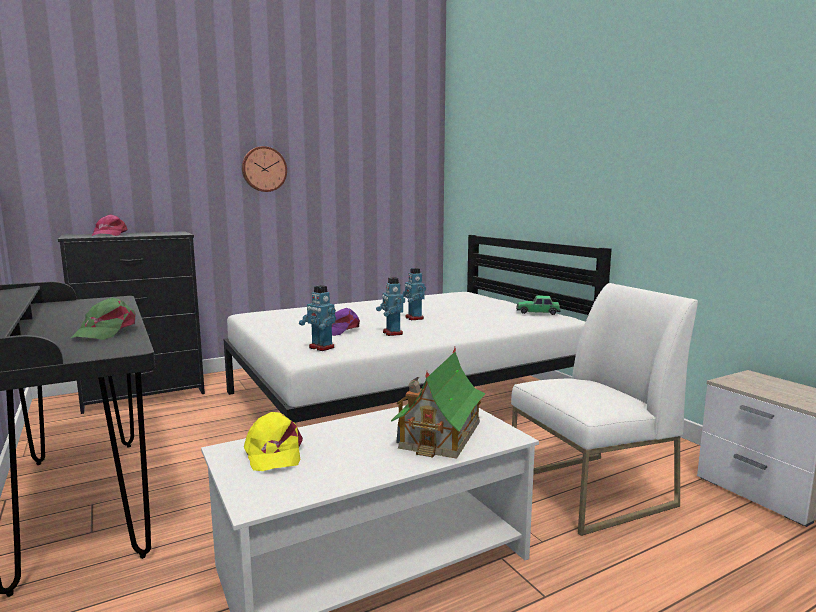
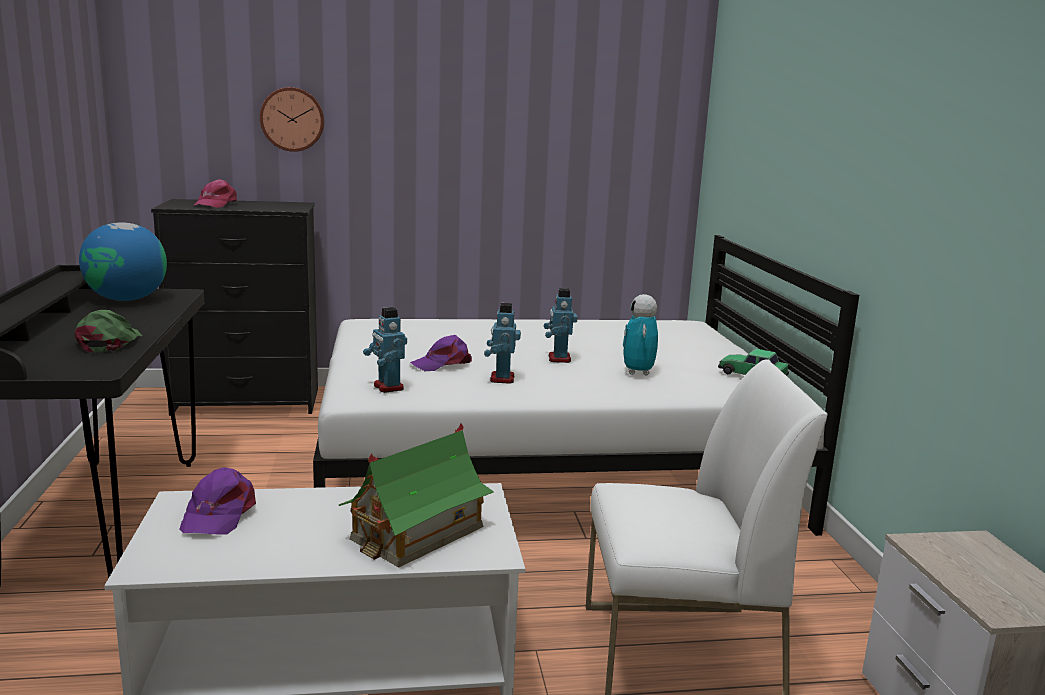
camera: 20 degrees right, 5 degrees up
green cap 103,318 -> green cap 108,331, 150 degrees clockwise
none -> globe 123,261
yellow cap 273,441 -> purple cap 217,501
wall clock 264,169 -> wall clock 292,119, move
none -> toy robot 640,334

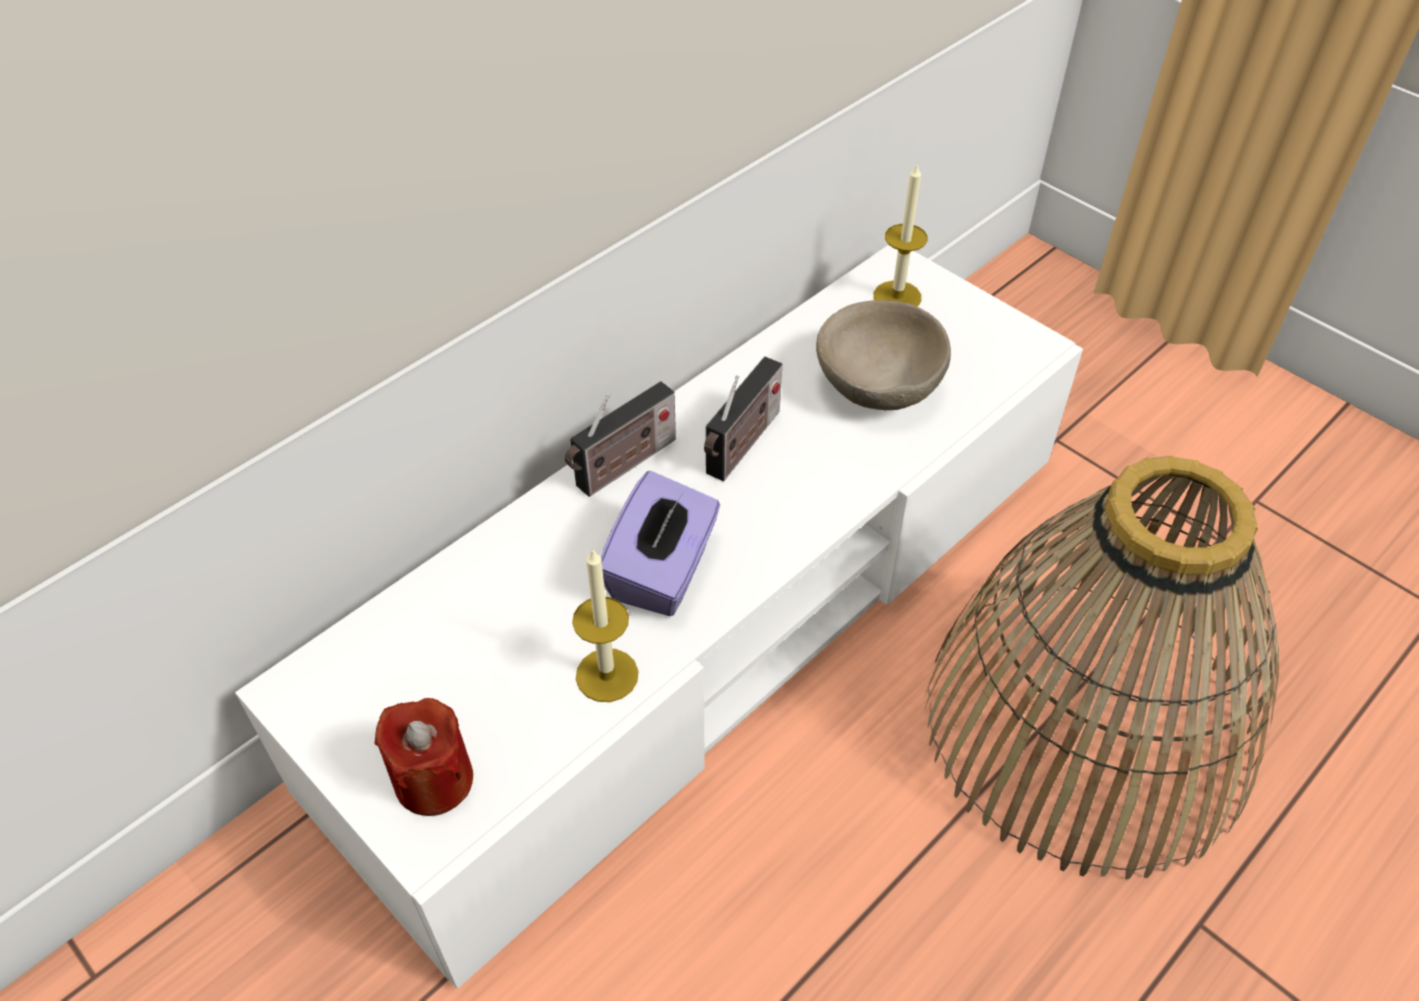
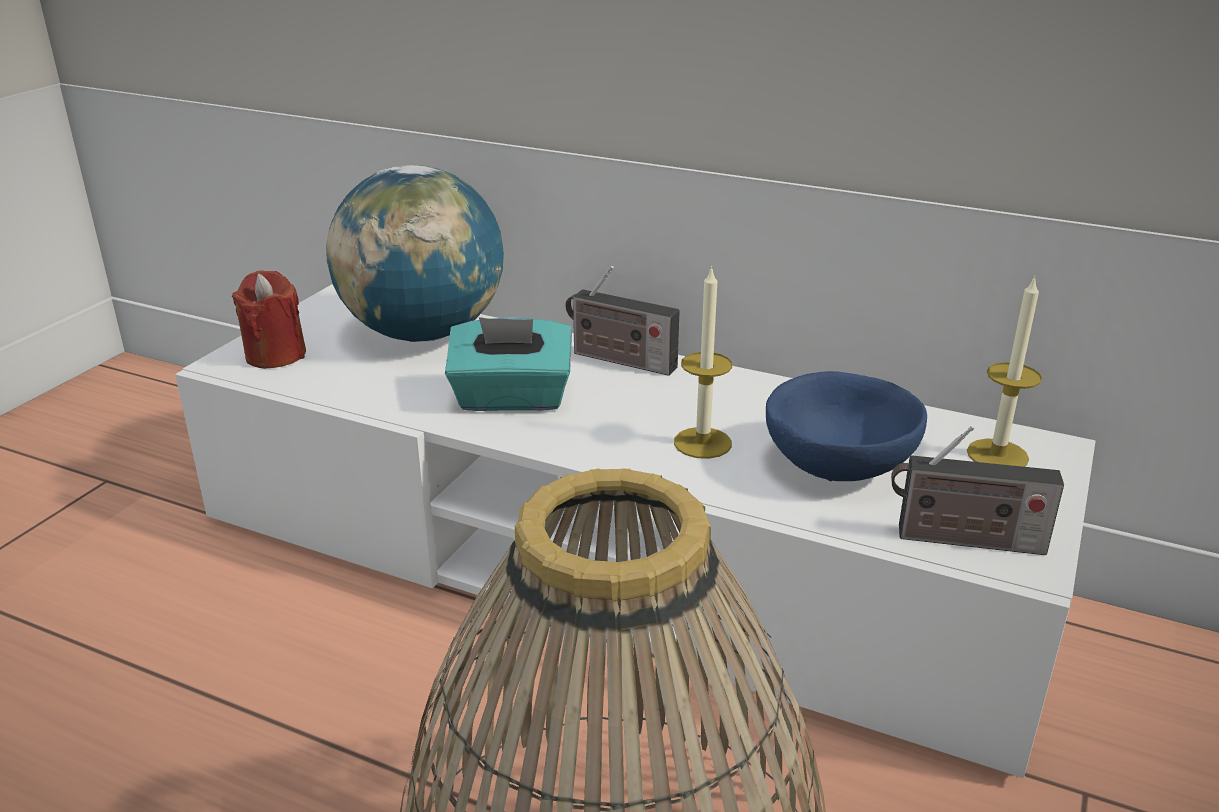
camera: 70 degrees right, 20 degrees down
none -> globe 415,253
purple tissue box 660,543 -> turquoise tissue box 508,364
candle 605,625 -> candle 703,362, move
beige bowl 883,355 -> blue bowl 846,426
radio 743,419 -> radio 977,490, move

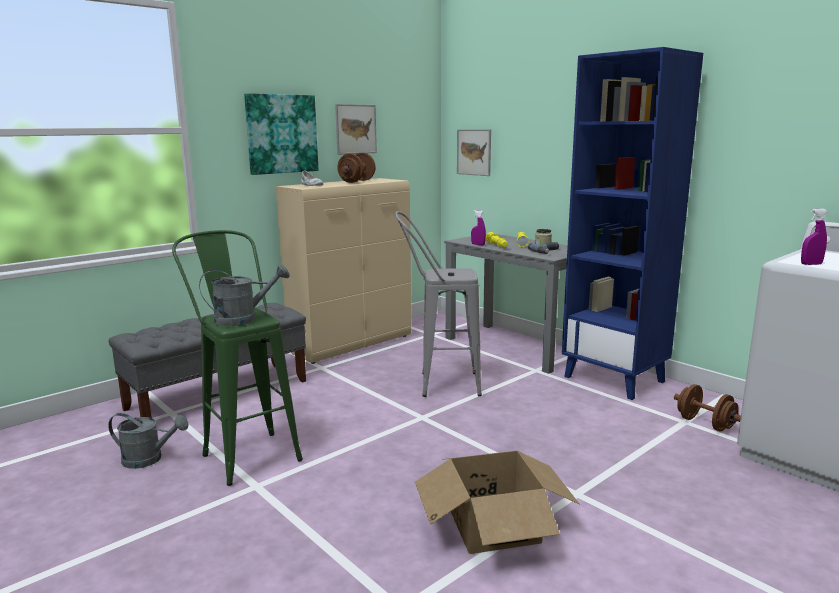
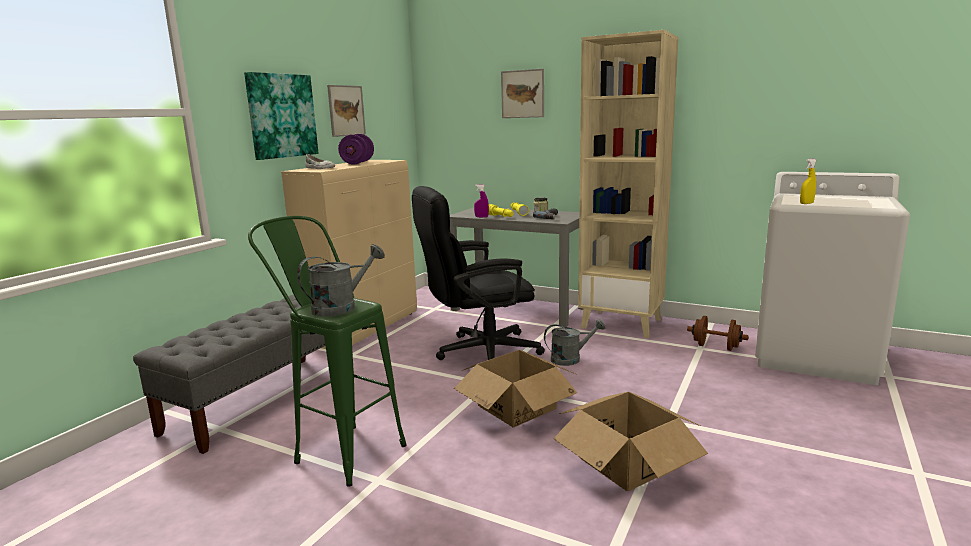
camera: 20 degrees left, 0 degrees up
brown dumbbell 356,168 -> purple dumbbell 356,149
grey stool 438,304 -> black office chair 478,273
none -> cardboard box 515,388
picture 474,152 -> picture 522,93, move
grey watering can 148,441 -> grey watering can 575,342, move
blue bookcase 632,223 -> beige bookcase 628,184
purple spray bottle 814,237 -> yellow spray bottle 808,181

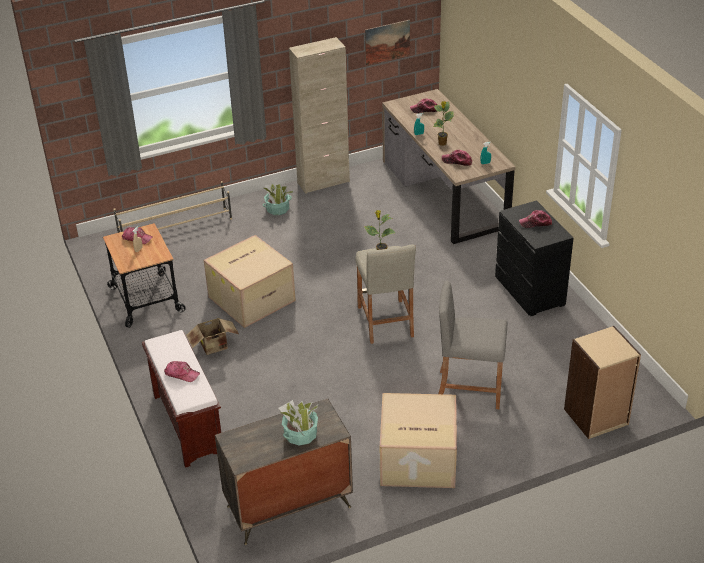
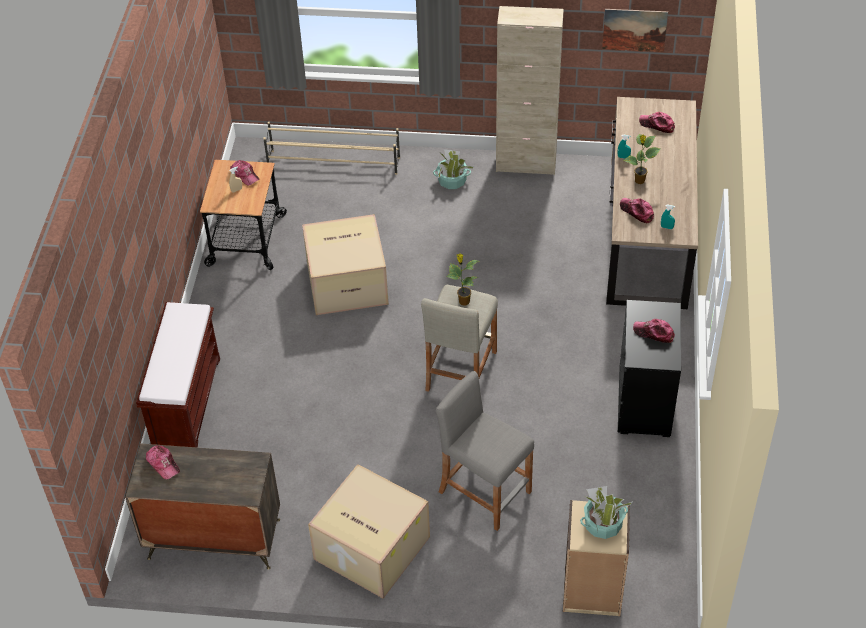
camera: 30 degrees right, 10 degrees up
cap 182,371 -> cap 163,462, move
potted plant 298,423 -> potted plant 606,512, move
cardboard box 212,336 -> none

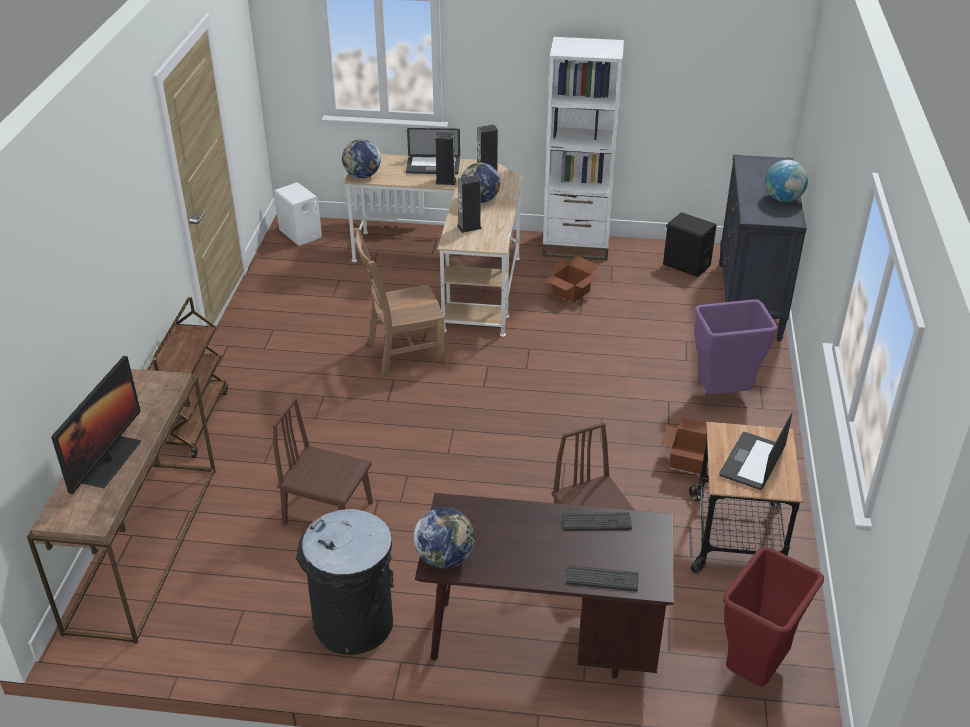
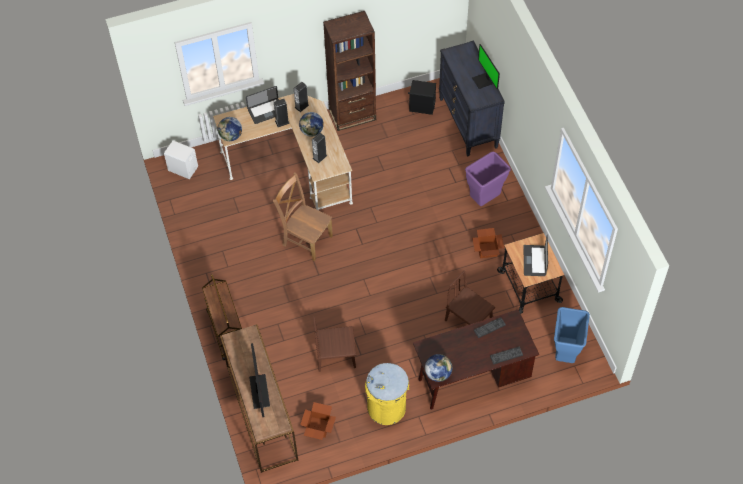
camera: 25 degrees left, 20 degrees up
brown chair 399,302 -> brown chair 303,216, 75 degrees clockwise
cardboard box 571,279 -> cardboard box 318,421, move
white bookcase 583,148 -> brown bookcase 349,71
black trash can 344,582 -> yellow trash can 387,394
globe 786,181 -> monitor 486,66
red trash can 773,617 -> blue trash can 572,335

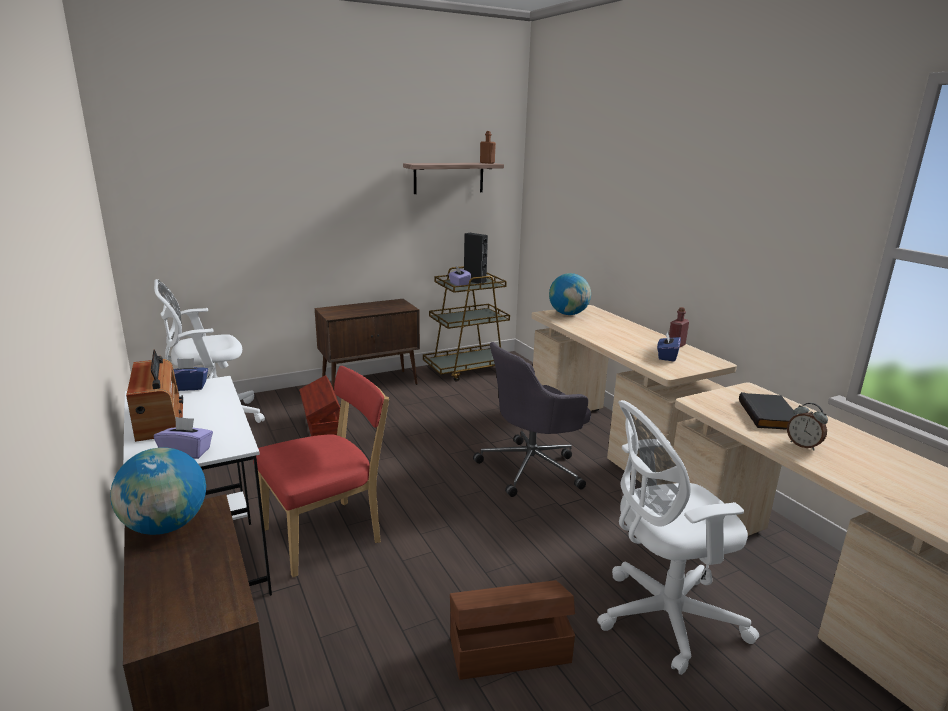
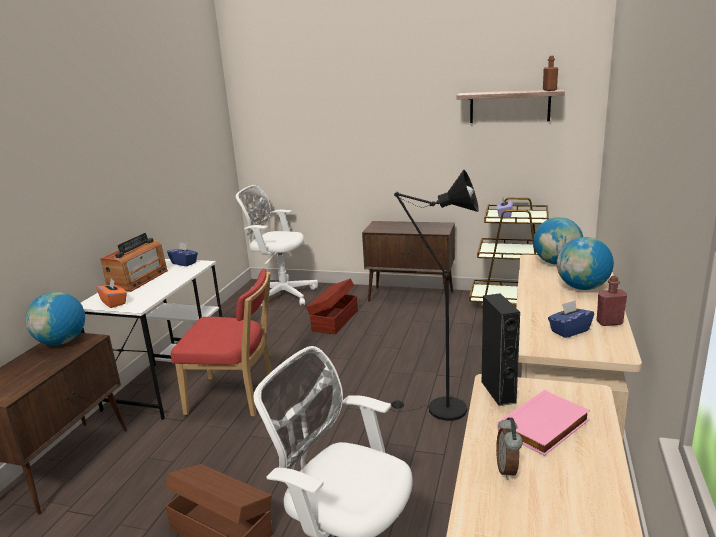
camera: 45 degrees right, 0 degrees up
purple tissue box 183,438 -> orange tissue box 111,293
grey office chair 532,419 -> black floor lamp 434,295
black speaker 476,258 -> black speaker 500,349, move
black book 768,411 -> pink book 543,423
none -> globe 585,263

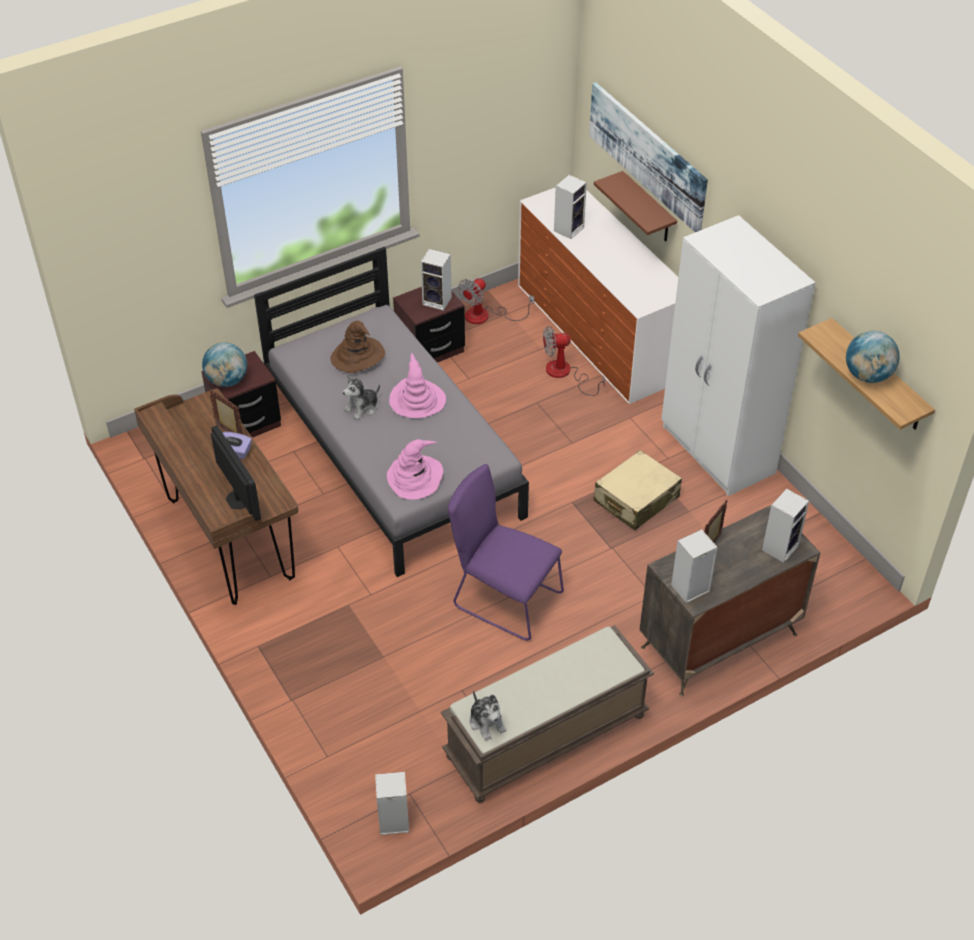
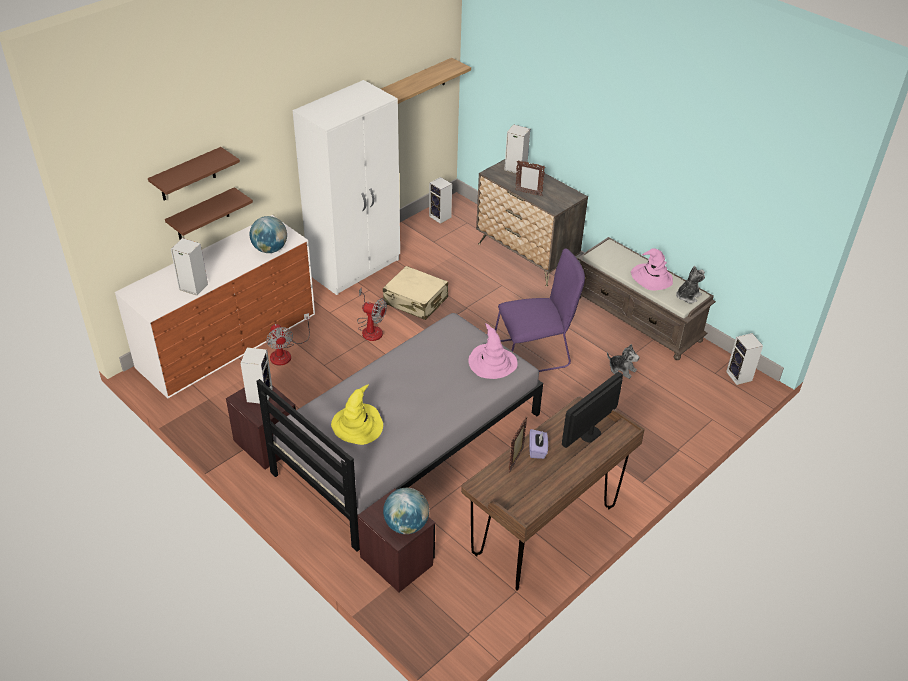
camera: 105 degrees left, 5 degrees down
picture 648,157 -> brown shelf 194,174
globe 873,357 -> globe 268,234, move
brown hat 357,347 -> yellow hat 357,414
fan 496,301 -> fan 372,314, move
speaker 694,566 -> speaker 440,200, move
purple chair 506,552 -> purple chair 540,310, 120 degrees counterclockwise
plush toy 361,397 -> plush toy 623,361, move
pink hat 417,385 -> pink hat 652,269, move

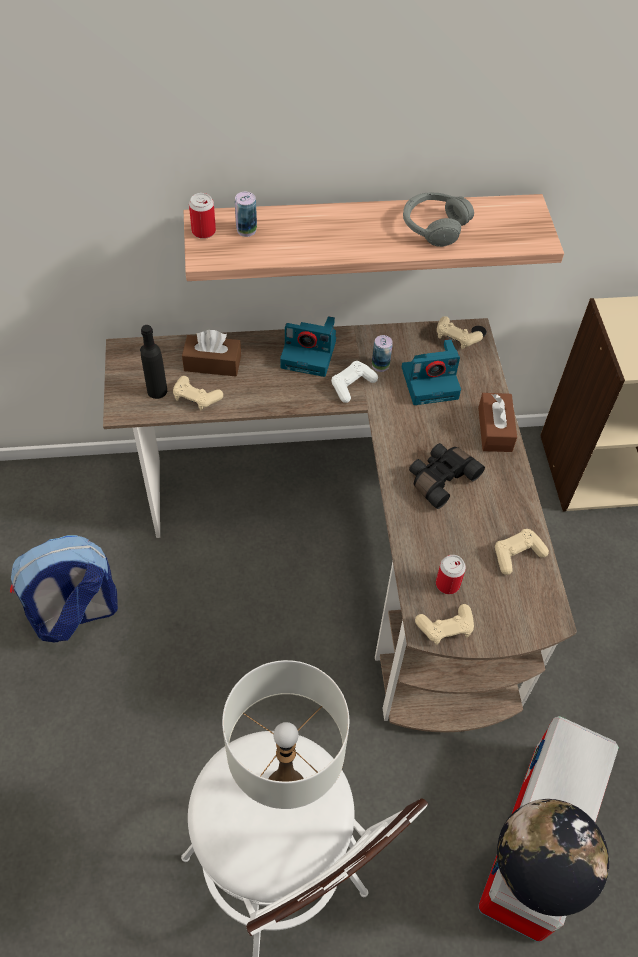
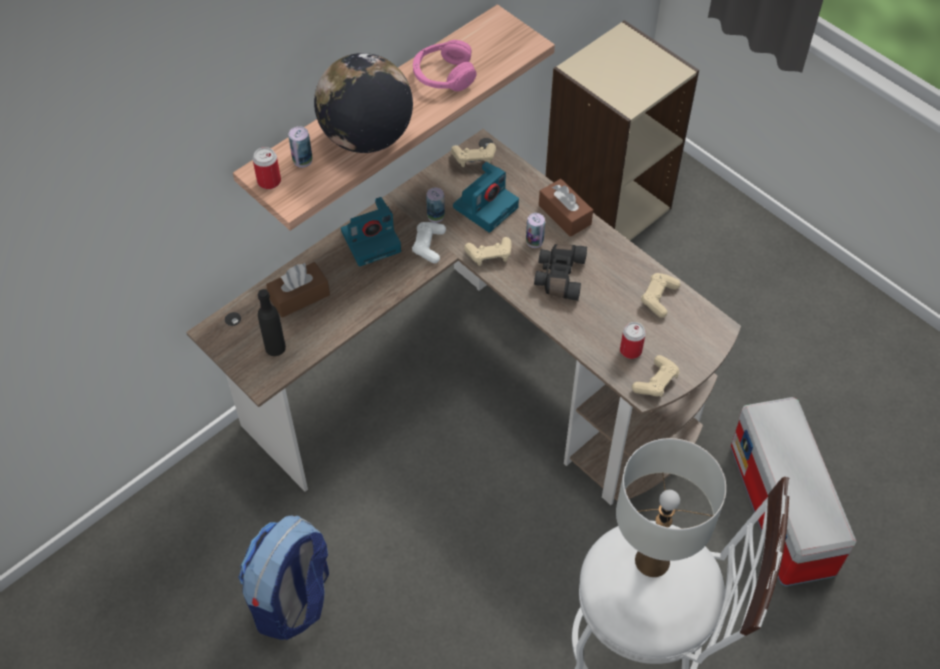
camera: 35 degrees left, 0 degrees up
globe 553,857 -> globe 363,103, move
grey headphones 438,219 -> pink headphones 444,65
beige game controller 198,393 -> beige game controller 488,251, move
none -> can 535,230

